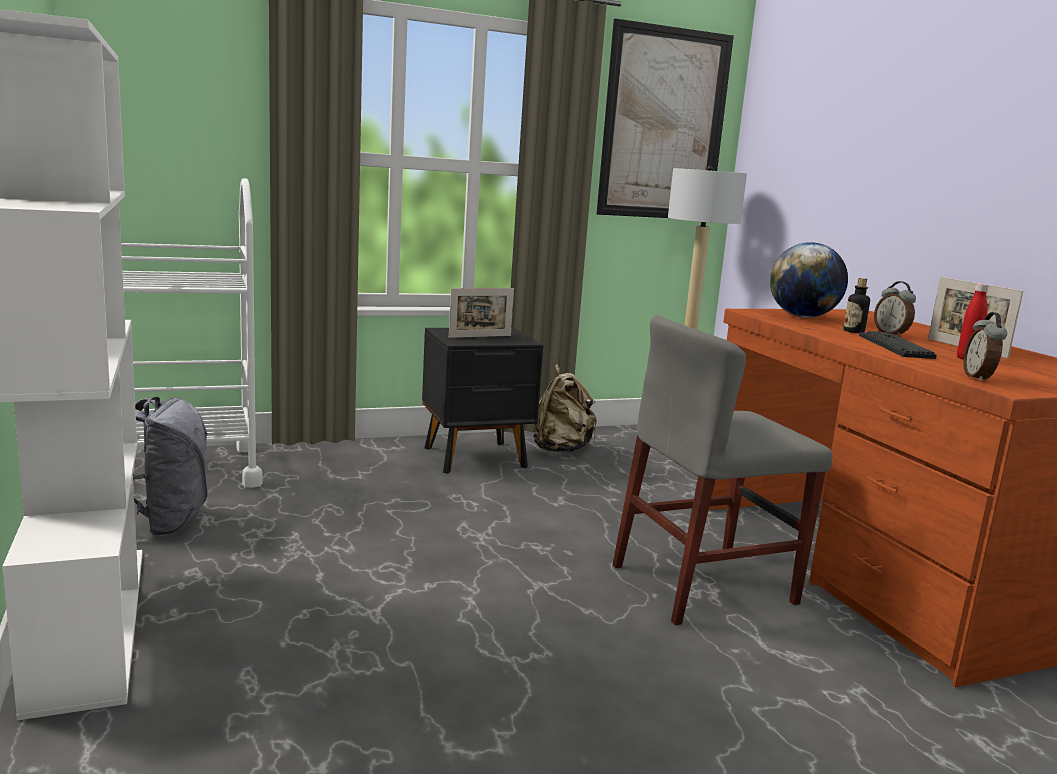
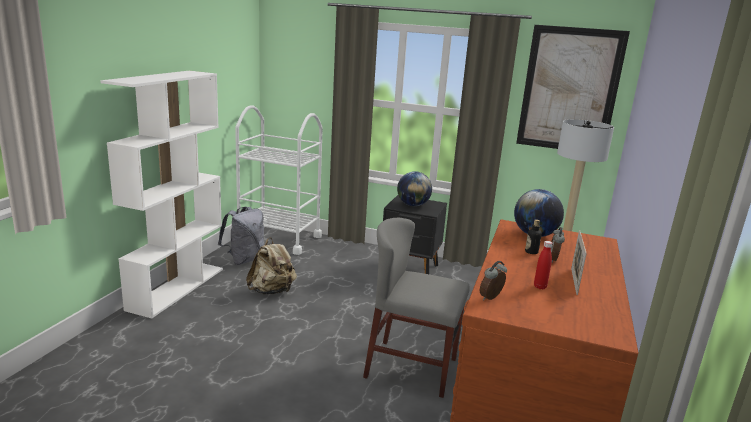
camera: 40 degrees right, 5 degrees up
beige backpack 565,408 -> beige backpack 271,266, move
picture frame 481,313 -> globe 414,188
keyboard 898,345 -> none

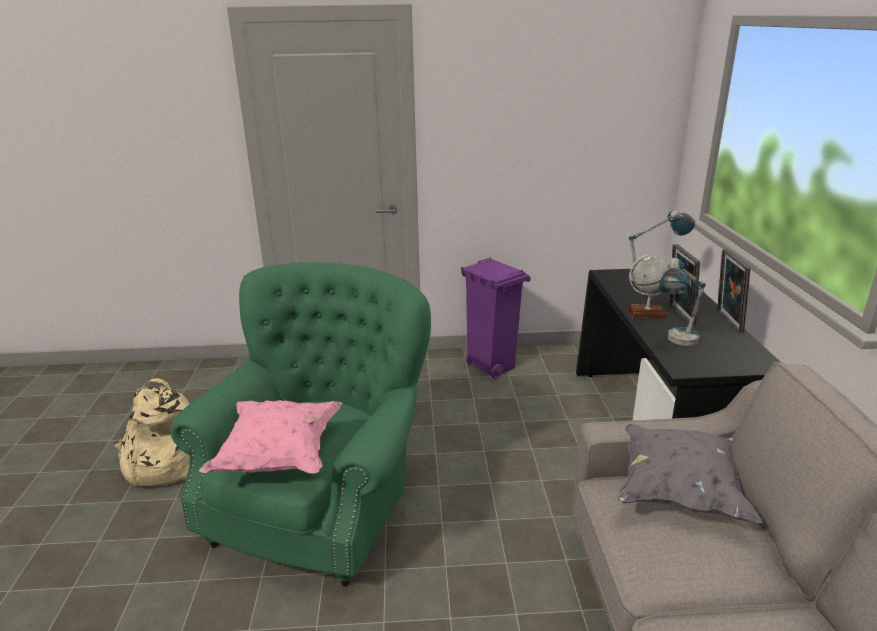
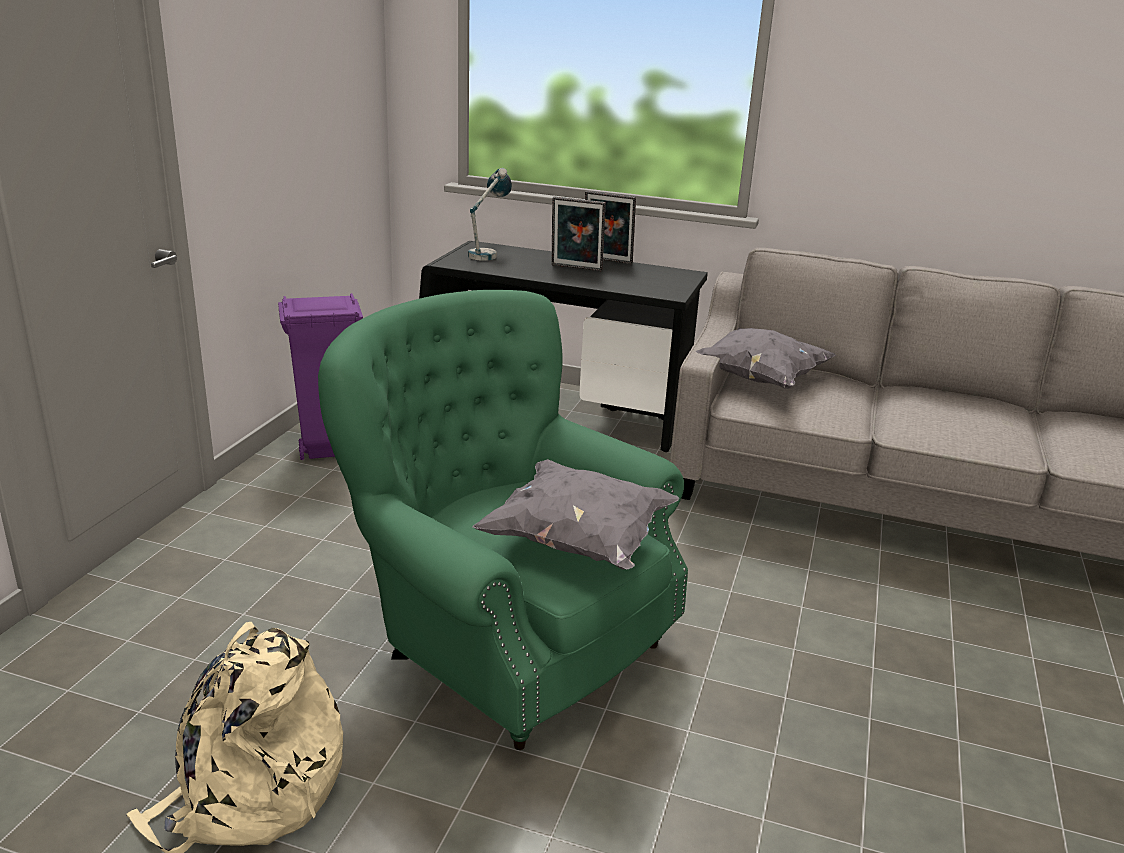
camera: 70 degrees left, 0 degrees up
pink pillow 270,437 -> grey pillow 575,514
globe 648,286 -> none
table lamp 682,302 -> none

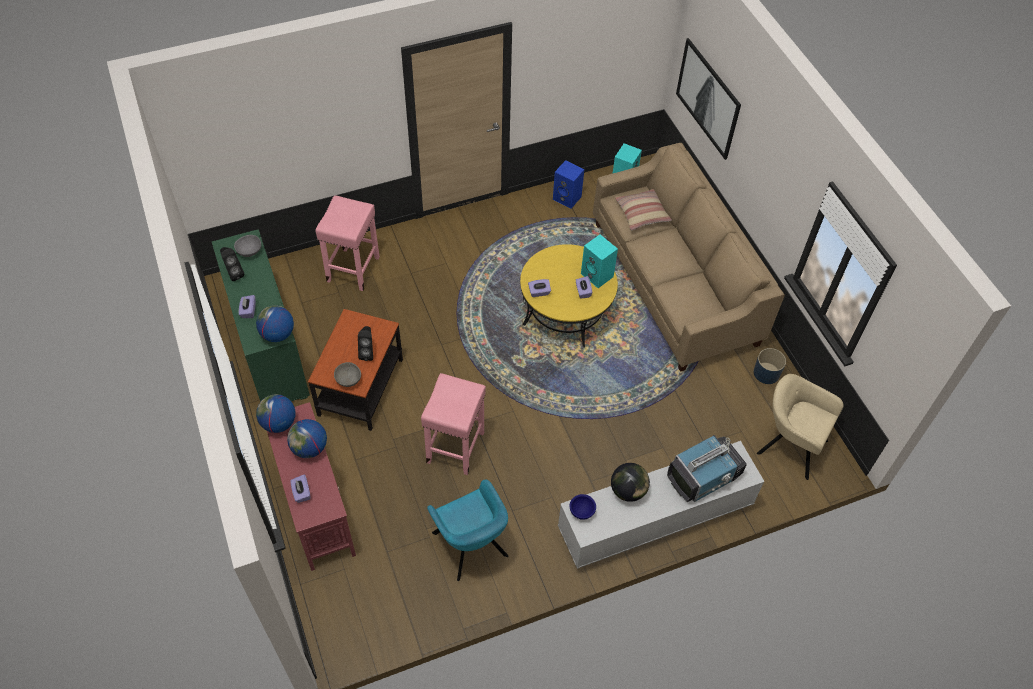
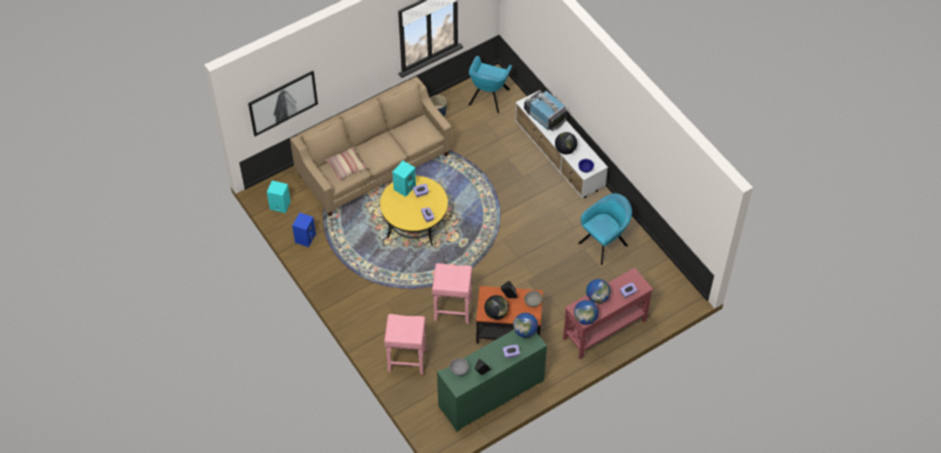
camera: 100 degrees left, 0 degrees up
pink stool 453,424 -> pink stool 452,293, move
beige armchair 800,427 -> turquoise armchair 490,85
none -> globe 496,307

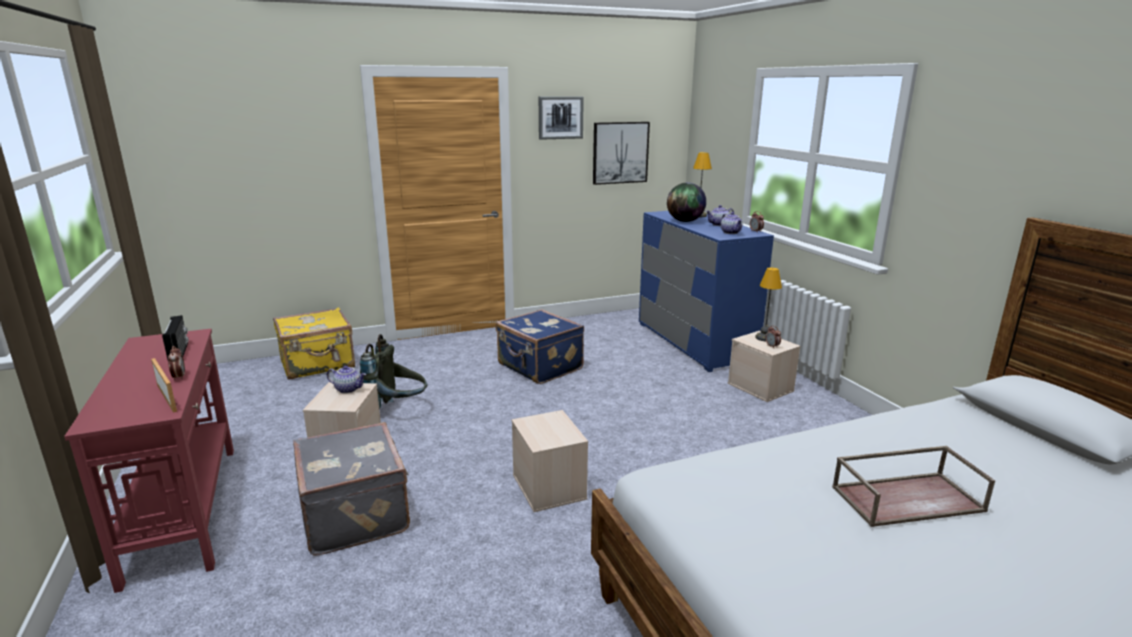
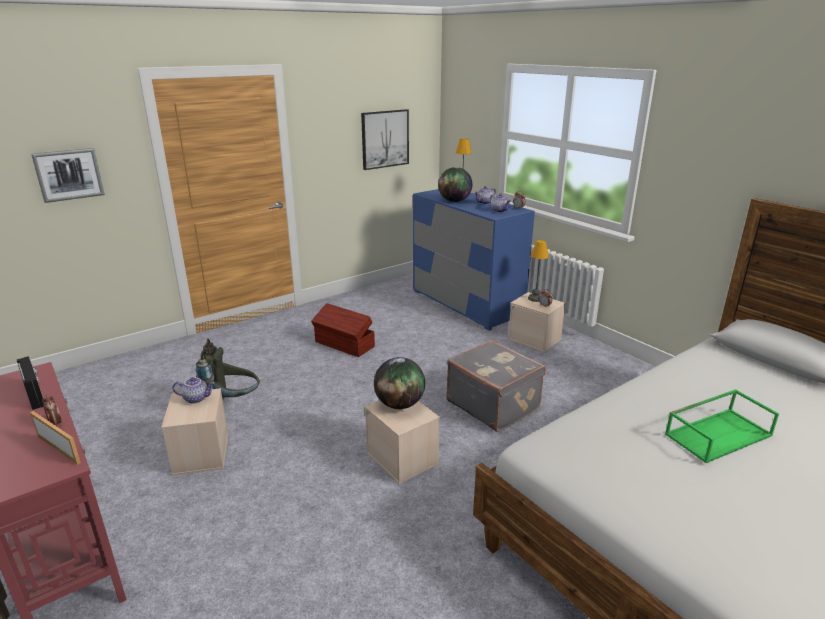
camera: 15 degrees left, 5 degrees up
picture 561,118 -> picture 68,175, move
blue suitcase 540,346 -> brown storage box 343,330
none -> globe 399,383
grey suitcase 351,489 -> grey suitcase 496,386, move
brown tray 913,486 -> green tray 722,426
yellow suitcase 314,343 -> none

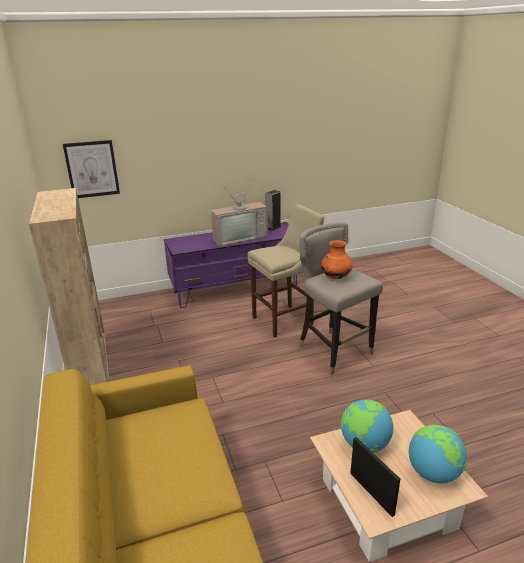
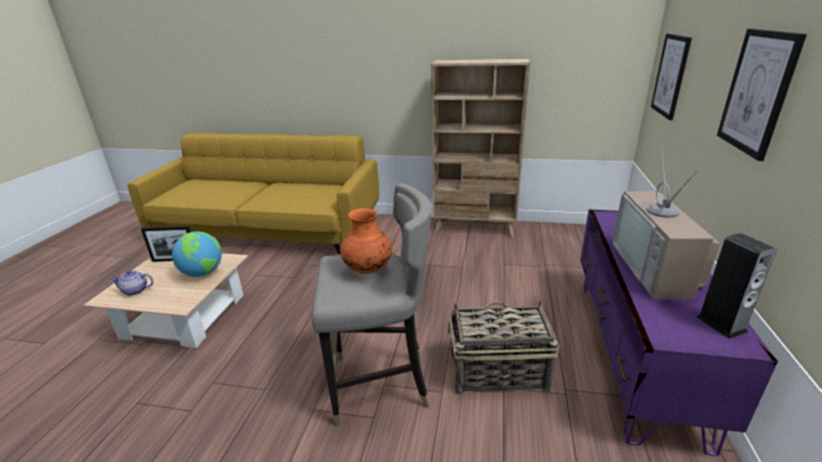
camera: 120 degrees right, 0 degrees up
globe 437,454 -> teapot 131,283
beige stool 286,271 -> basket 503,347
none -> picture 762,95

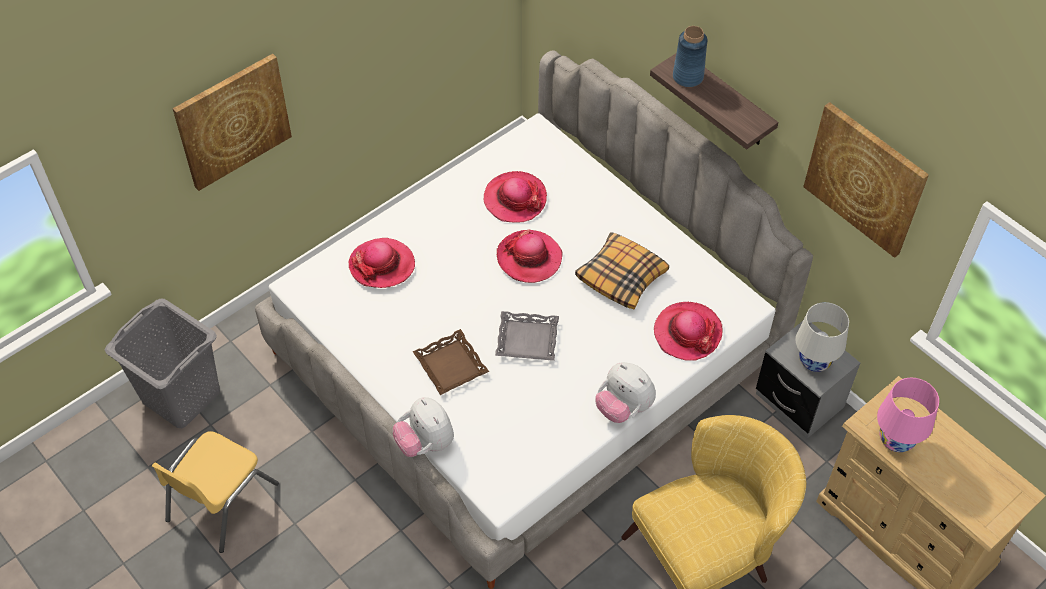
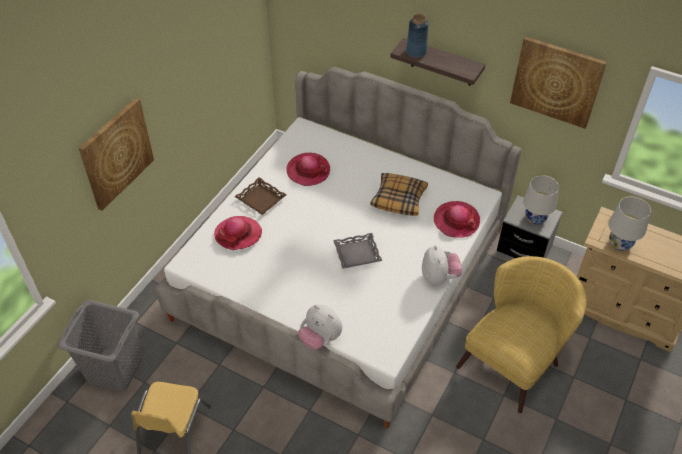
camera: 20 degrees left, 5 degrees down
brown tray 451,362 -> brown tray 260,196, move
plush toy 625,392 -> plush toy 442,265, 120 degrees counterclockwise
pink table lamp 908,414 -> white table lamp 629,223
hat 530,256 -> none

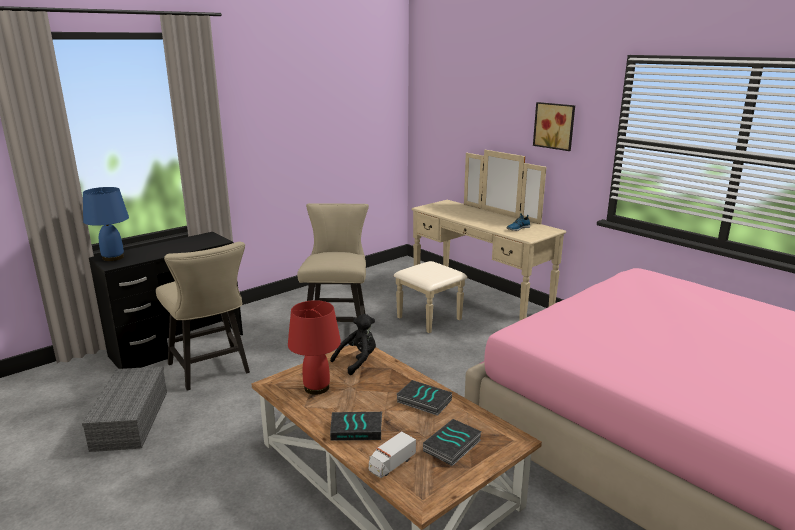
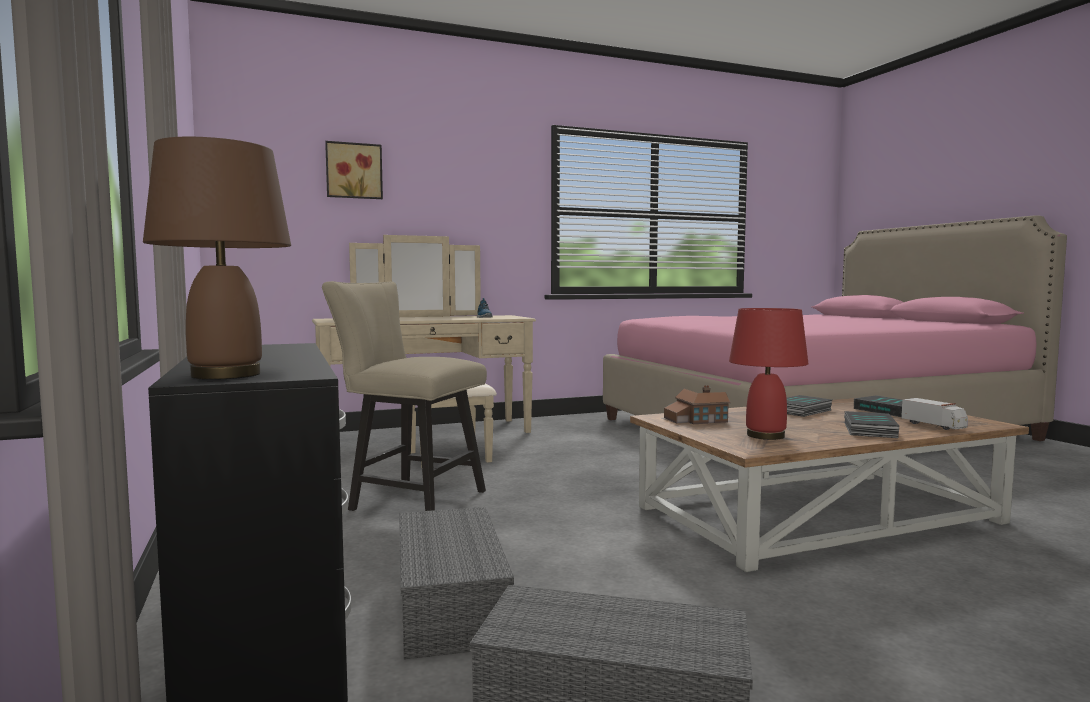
camera: 70 degrees left, 15 degrees down
blue table lamp 106,224 -> brown table lamp 217,258
picture 554,126 -> picture 354,170, move
beige chair 203,316 -> grey storage box 456,583
black plush toy 353,344 -> toy house 697,404

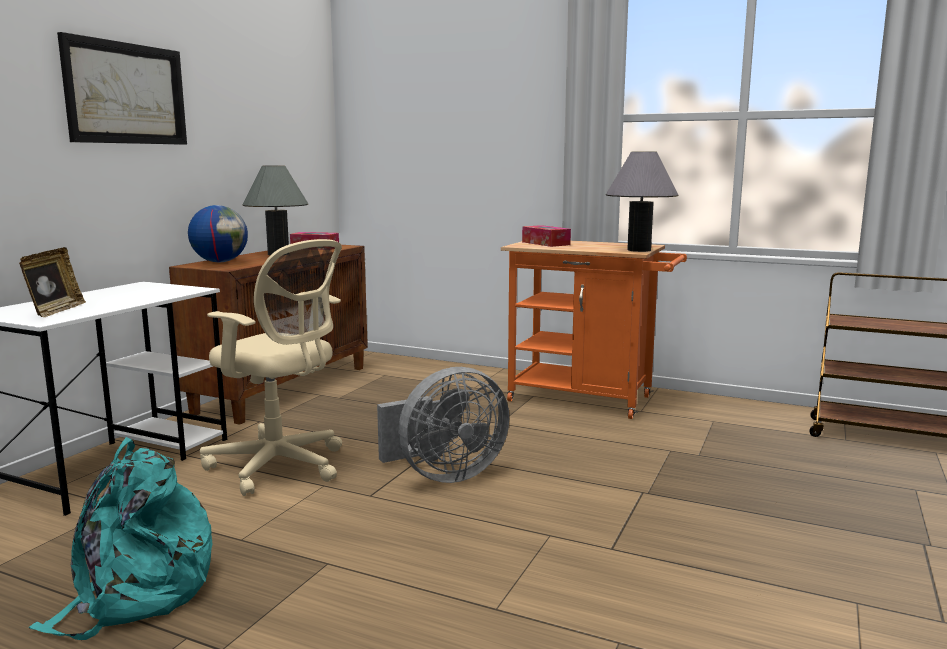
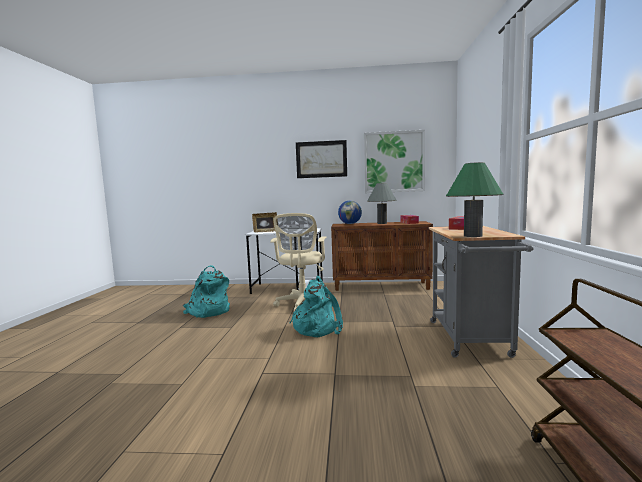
camera: 70 degrees right, 5 degrees down
grey fan 443,425 -> turquoise backpack 316,306
none -> picture 394,161
orange cart 594,330 -> grey cart 481,292
grey table lamp 642,201 -> green table lamp 474,199

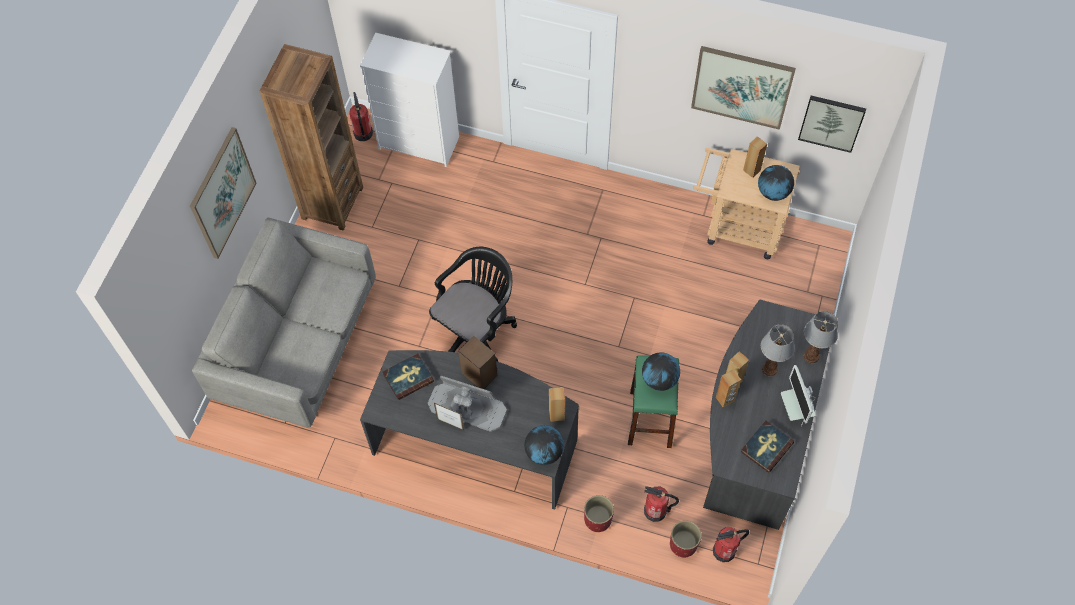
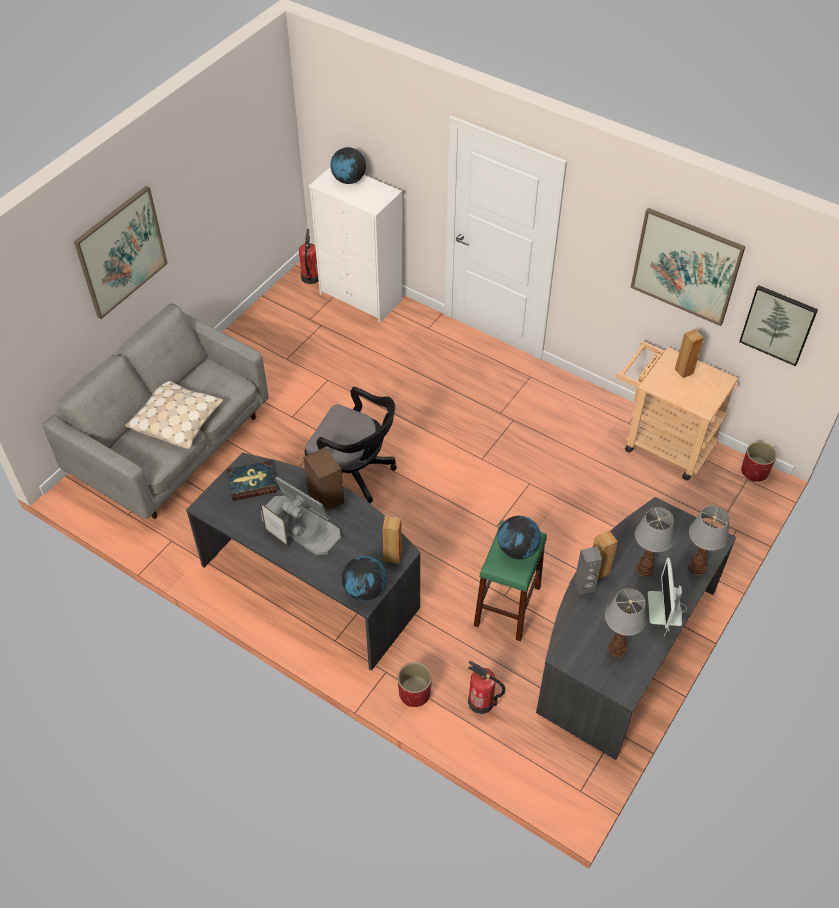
camera: 15 degrees right, 10 degrees down
none -> beige pillow 174,415
black office chair 473,304 -> black office chair 351,445, 60 degrees clockwise
globe 776,183 -> globe 348,165, move
brown speaker 728,388 -> grey speaker 588,571
book 767,447 -> table lamp 626,622
red planter 685,539 -> red planter 759,462, move
brown bookcase 311,137 -> none
fire extinguisher 731,544 -> none

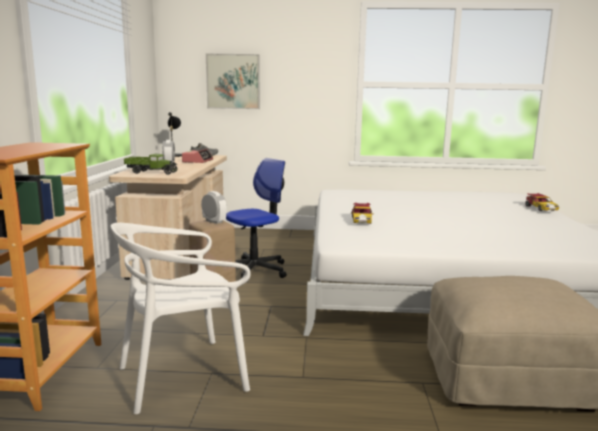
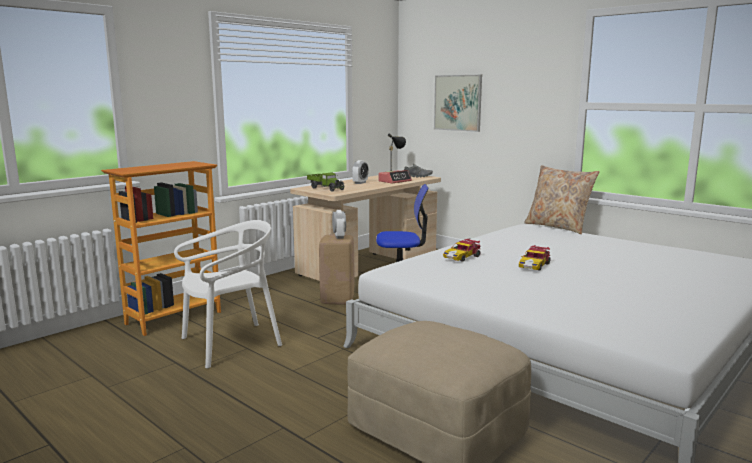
camera: 40 degrees right, 0 degrees up
white chair 181,318 -> white chair 228,294, 135 degrees clockwise
toy car 542,202 -> toy car 535,257, move
none -> beige pillow 561,199

